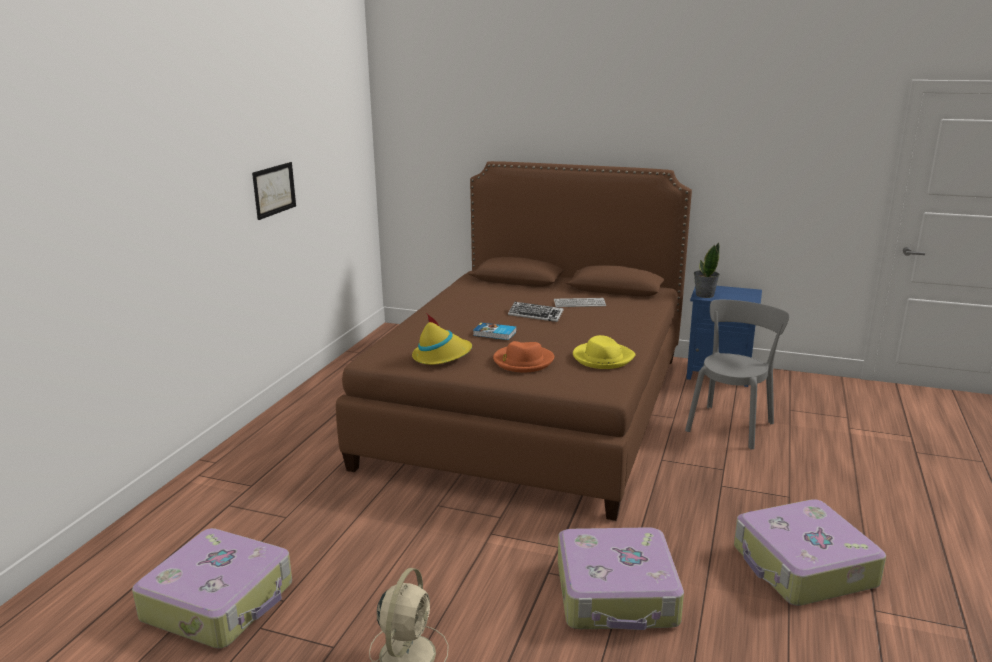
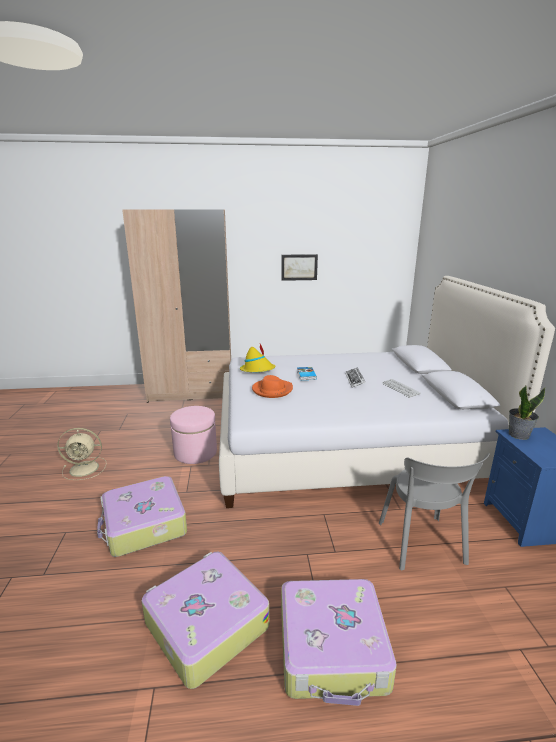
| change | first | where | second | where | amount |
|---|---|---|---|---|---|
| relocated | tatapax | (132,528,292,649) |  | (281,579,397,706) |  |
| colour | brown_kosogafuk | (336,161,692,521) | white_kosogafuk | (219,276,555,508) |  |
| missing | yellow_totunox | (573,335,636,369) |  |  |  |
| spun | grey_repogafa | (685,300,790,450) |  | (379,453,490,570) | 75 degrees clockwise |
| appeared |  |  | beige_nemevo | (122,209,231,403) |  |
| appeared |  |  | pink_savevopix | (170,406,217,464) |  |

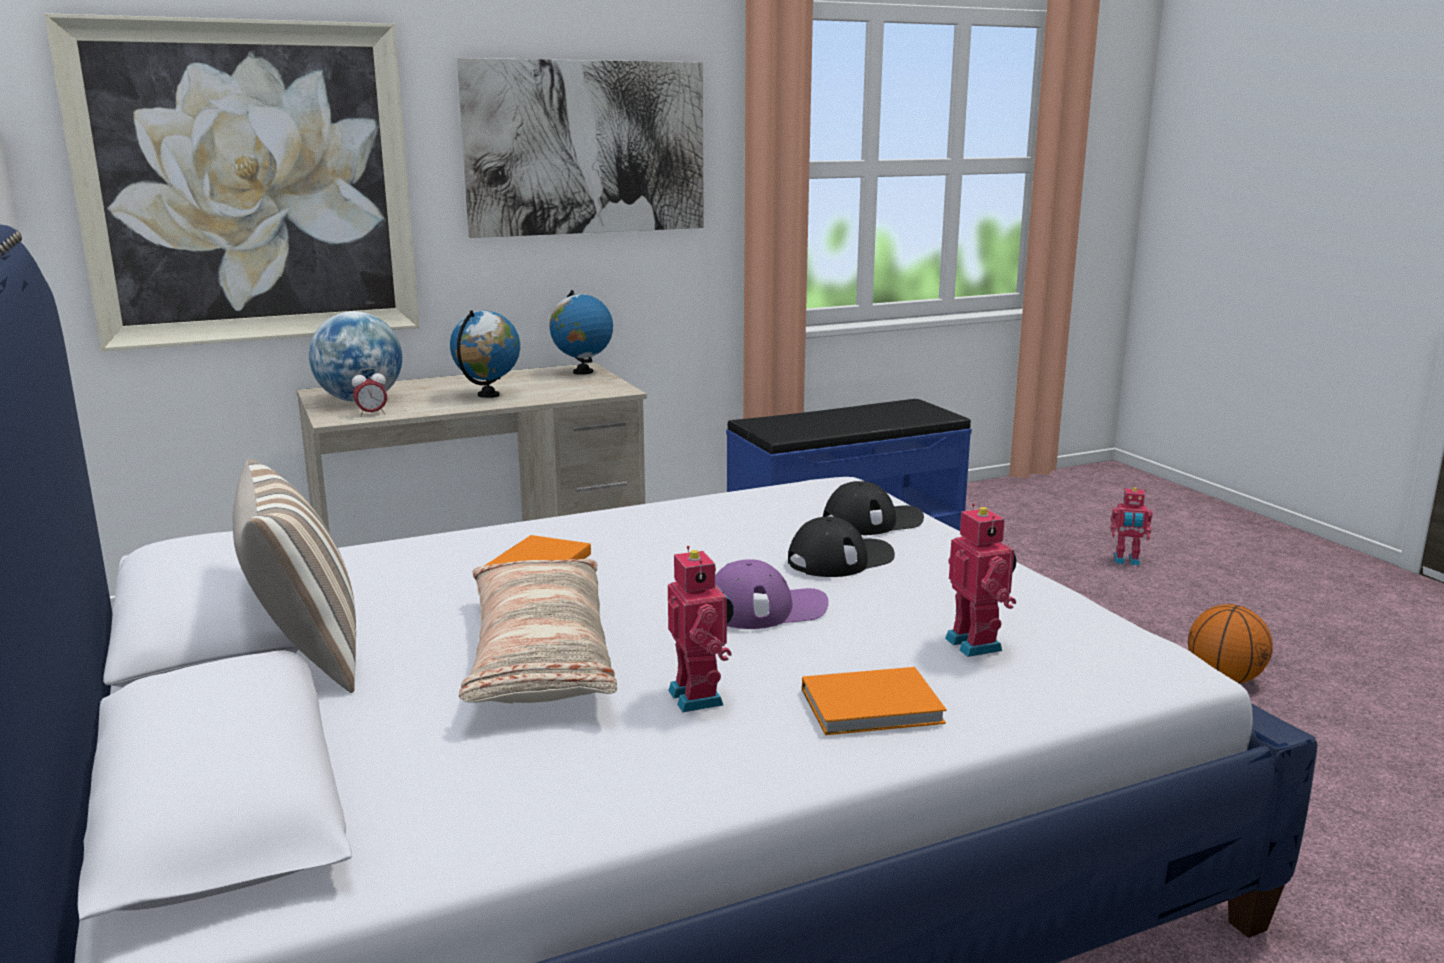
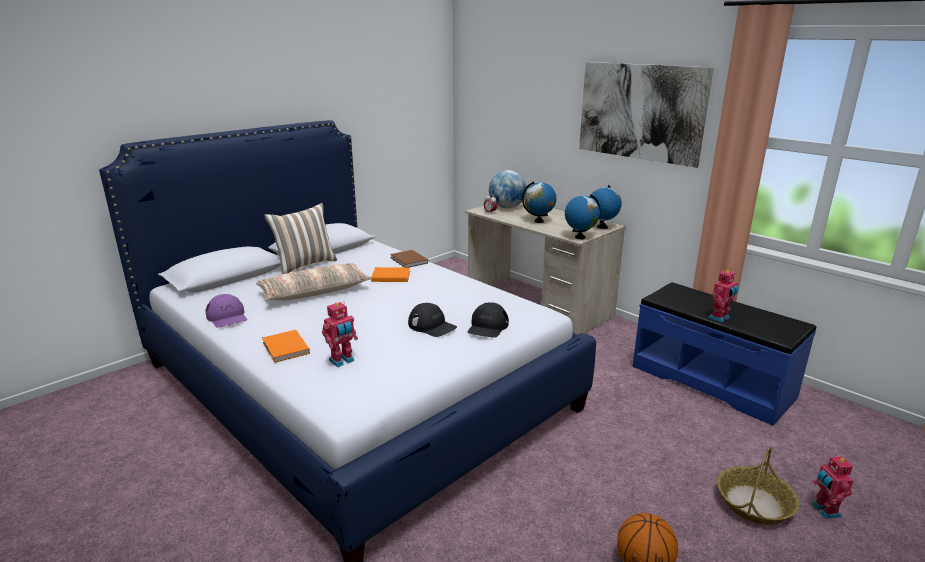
| change | first | where | second | where | amount |
|---|---|---|---|---|---|
| missing | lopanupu | (44,13,419,351) |  |  |  |
| relocated | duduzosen | (668,546,734,713) |  | (709,269,739,323) |  |
| relocated | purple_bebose | (715,559,829,629) |  | (205,294,247,328) |  |
| spun | black_bebose | (823,481,924,535) |  | (468,302,509,338) | 60 degrees clockwise |
| appeared |  |  | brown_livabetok | (390,250,428,268) |  |
| appeared |  |  | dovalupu | (565,194,600,239) |  |
| appeared |  |  | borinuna | (717,447,800,525) |  |

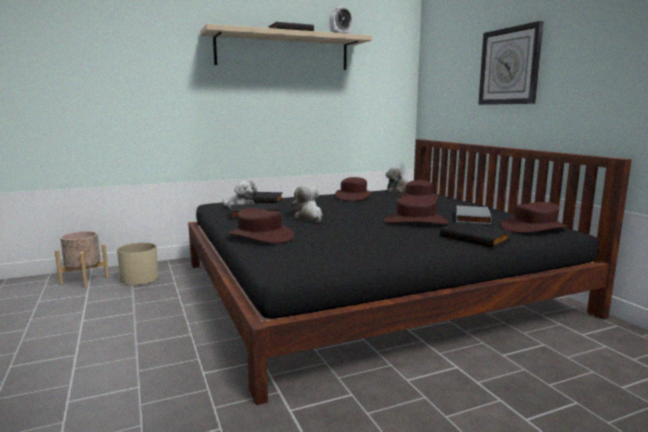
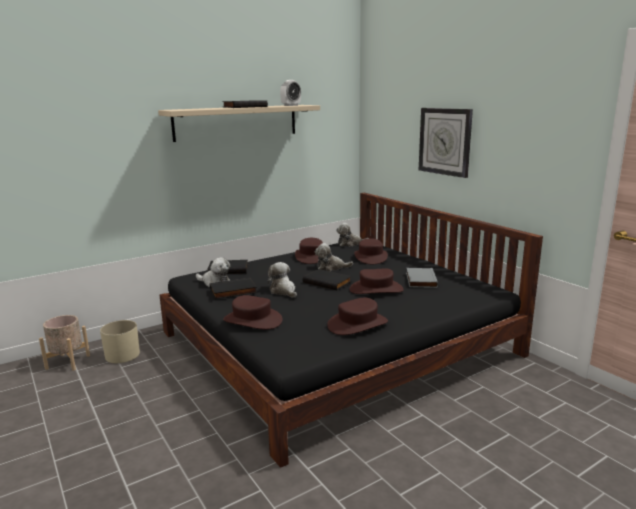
| change | first | where | second | where | amount |
|---|---|---|---|---|---|
| relocated | black_livabetok | (440,222,511,248) |  | (303,269,352,290) |  |
| relocated | brown_totunox | (501,202,569,233) |  | (327,298,388,335) |  |
| appeared |  |  | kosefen | (315,243,353,271) |  |

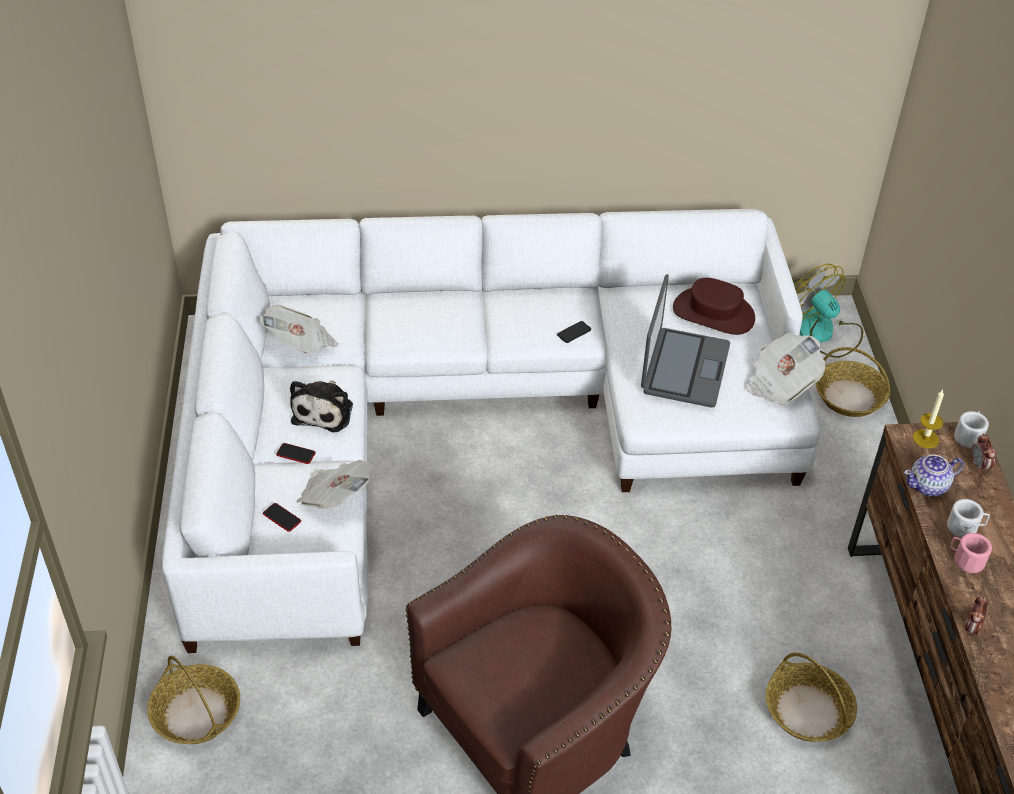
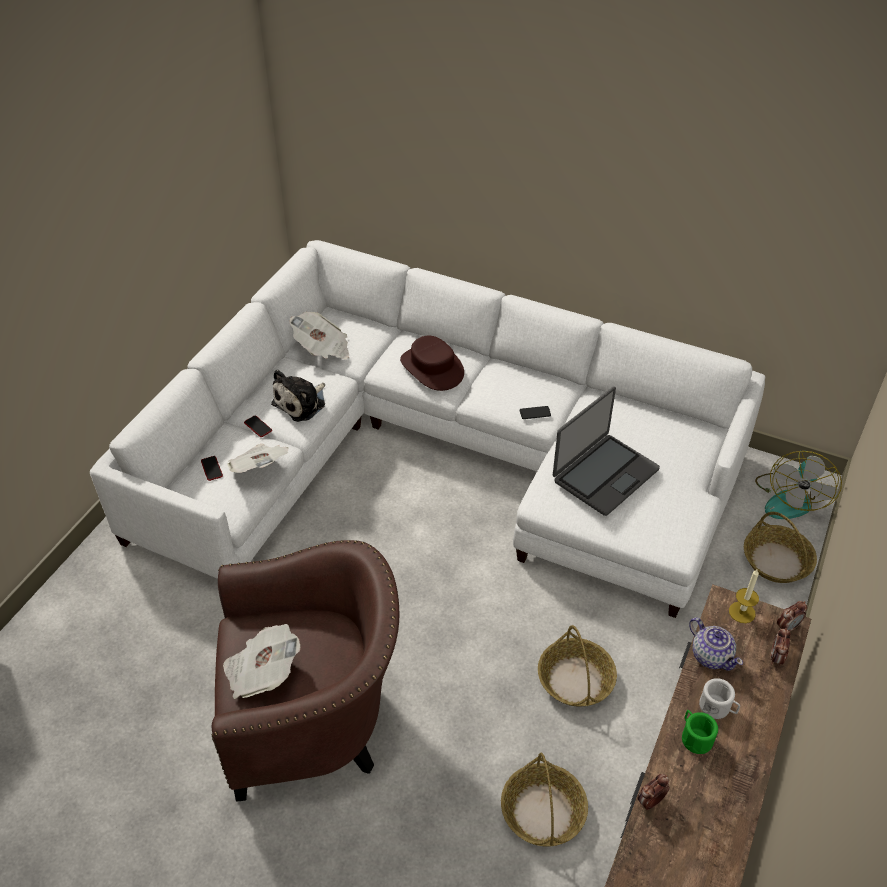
| change | first | where | second | where | amount |
|---|---|---|---|---|---|
| relocated | borinuna | (147,655,240,744) |  | (538,625,617,707) |  |
| relocated | brown_totunox | (673,278,755,335) |  | (400,335,464,391) |  |
| relocated | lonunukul | (745,333,826,406) |  | (223,624,300,699) |  |
| spun | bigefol | (794,264,863,358) |  | (755,451,842,519) | 150 degrees counterclockwise |
| spun | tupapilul | (904,455,964,497) |  | (689,618,743,671) | 135 degrees counterclockwise |
| colour | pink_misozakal | (950,533,992,573) | green_misozakal | (682,710,718,754) |  |
| exchanged | white_misozakal | (954,411,989,448) | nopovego | (777,601,807,631) |  |

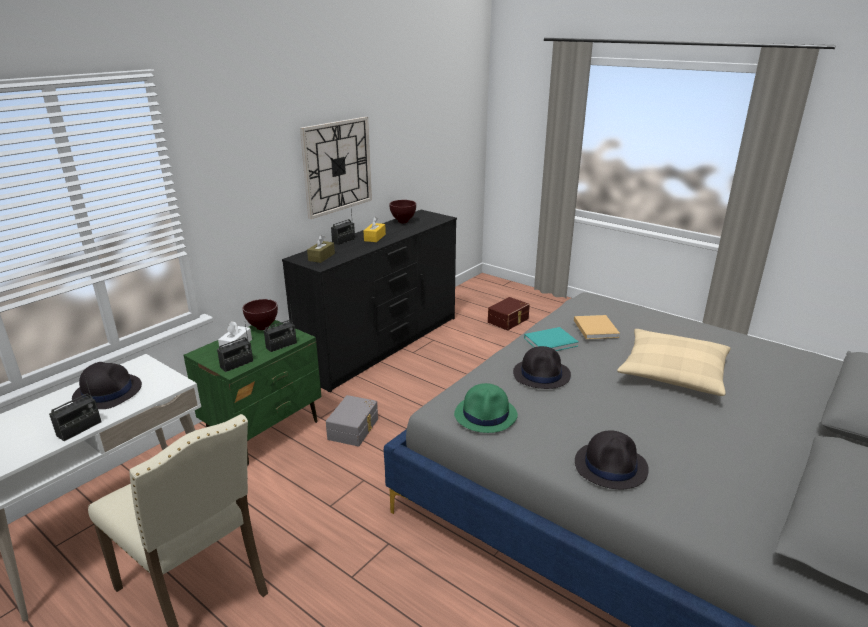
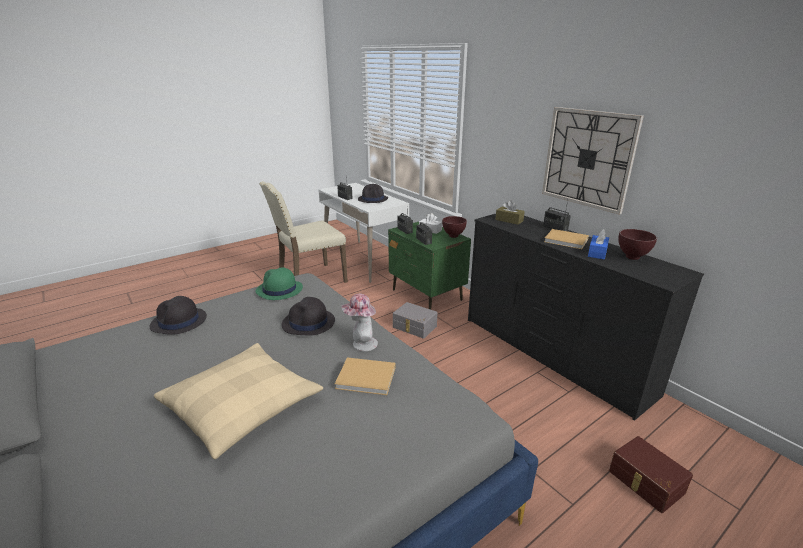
| change | first | where | second | where | amount |
|---|---|---|---|---|---|
| exchanged | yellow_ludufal | (364,217,386,242) | beige_livabetok | (544,229,589,249) |  |
| exchanged | turquoise_livabetok | (524,327,578,351) | totunox | (341,294,378,351) |  |
| appeared |  |  | blue_ludufal | (588,229,609,259) |  |

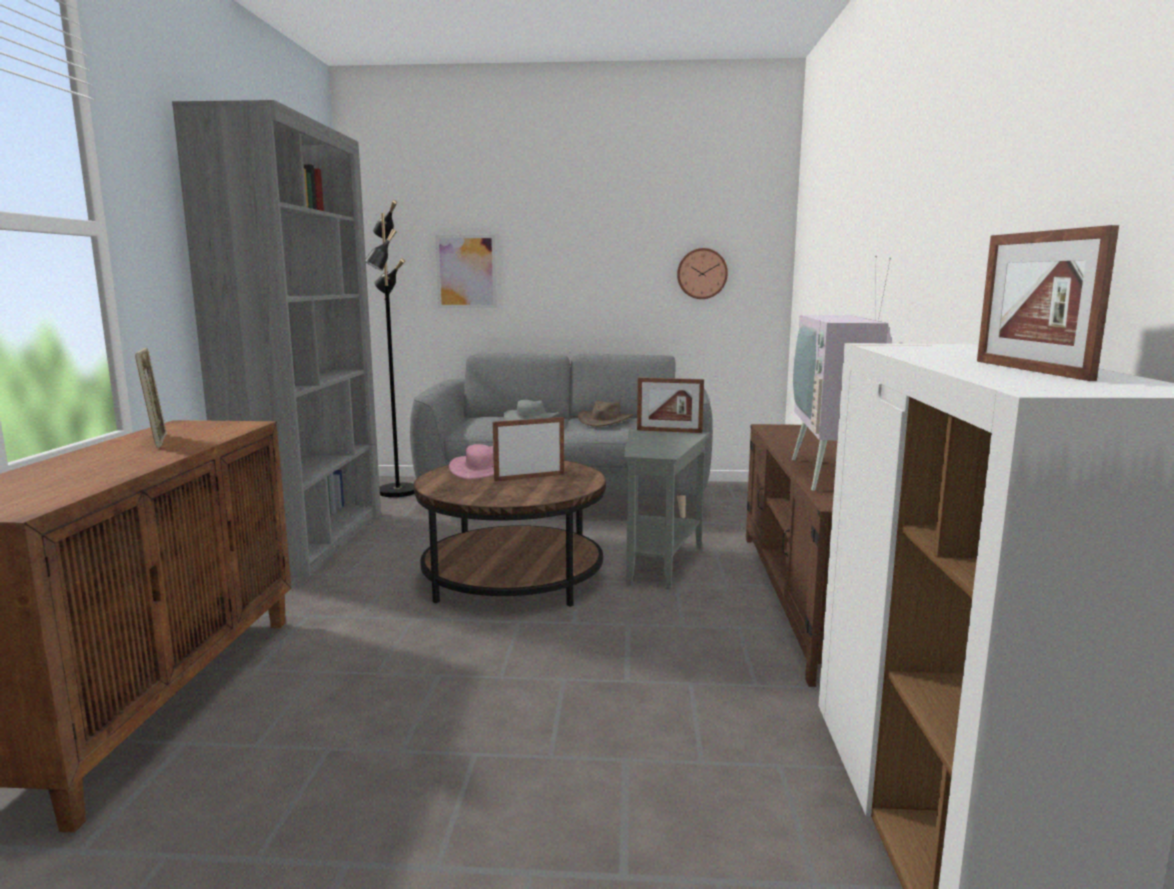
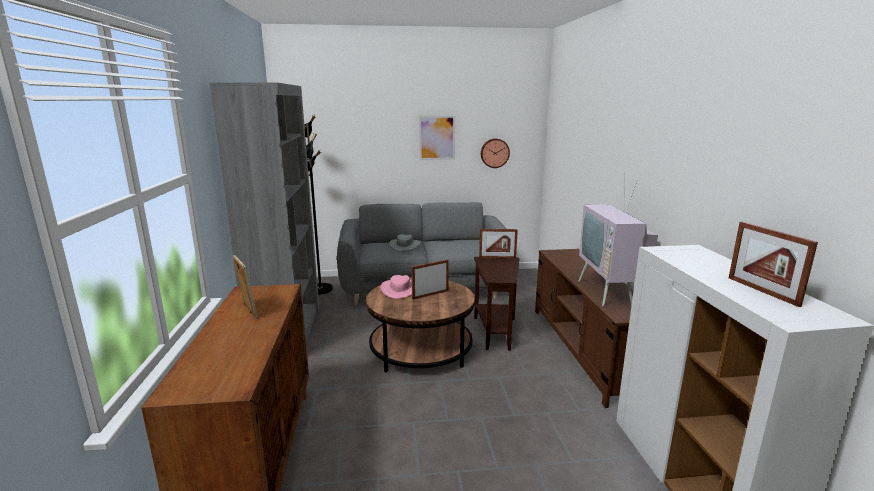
| change | first | where | second | where | amount |
|---|---|---|---|---|---|
| relocated | lopanupu | (435,235,497,308) |  | (419,116,455,160) |  |
| missing | brown_totunox | (578,401,634,427) |  |  |  |
| colour | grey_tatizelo | (624,429,709,589) | brown_tatizelo | (474,257,520,351) |  |

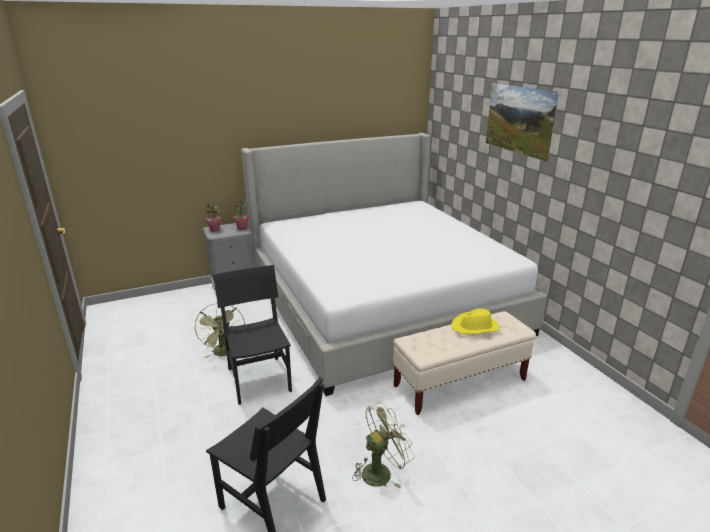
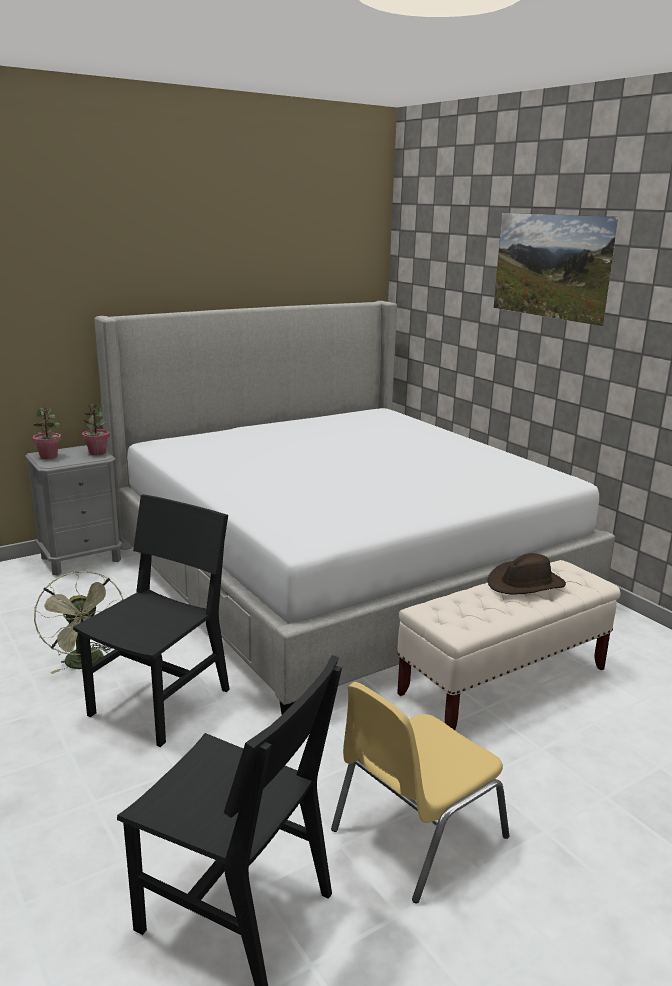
| change | first | where | second | where | amount |
|---|---|---|---|---|---|
| spun | black_repogafa | (213,265,292,405) |  | (73,494,230,747) | 60 degrees clockwise |
| exchanged | green_bigefol | (352,402,415,489) | yellow_repogafa | (331,682,509,903) |  |
| colour | yellow_totunox | (451,308,500,334) | brown_totunox | (487,553,566,594) |  |

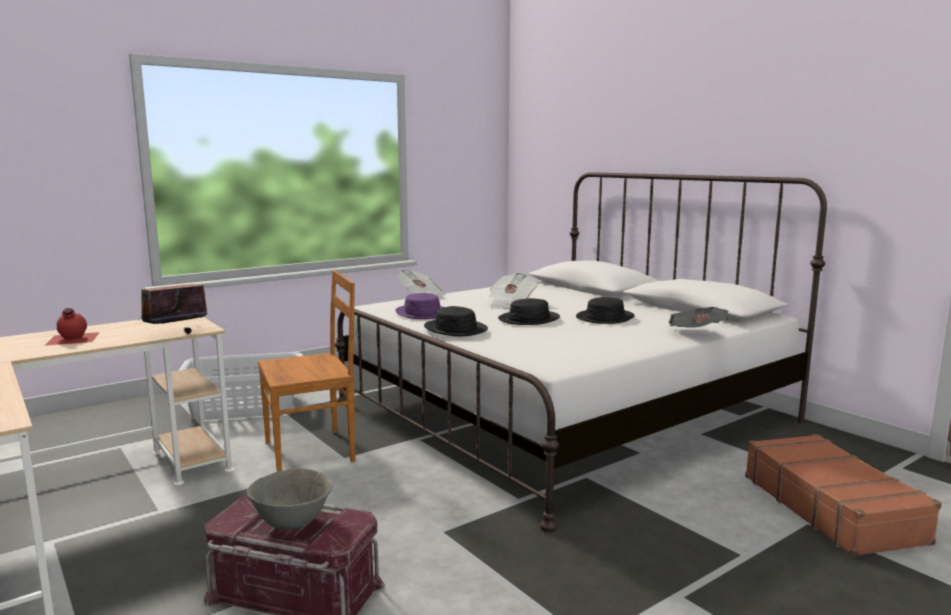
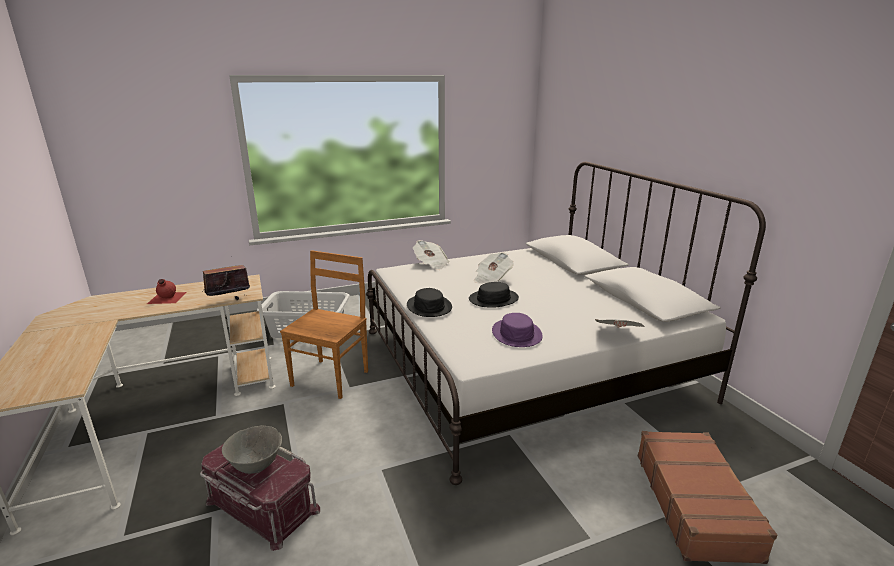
| change | first | where | second | where | amount |
|---|---|---|---|---|---|
| spun | brown_repogafa | (258,270,355,472) |  | (280,250,368,399) | 60 degrees counterclockwise |
| relocated | purple_totunox | (395,293,443,319) |  | (492,313,543,347) |  |
| missing | black_totunox | (576,297,634,324) |  |  |  |

